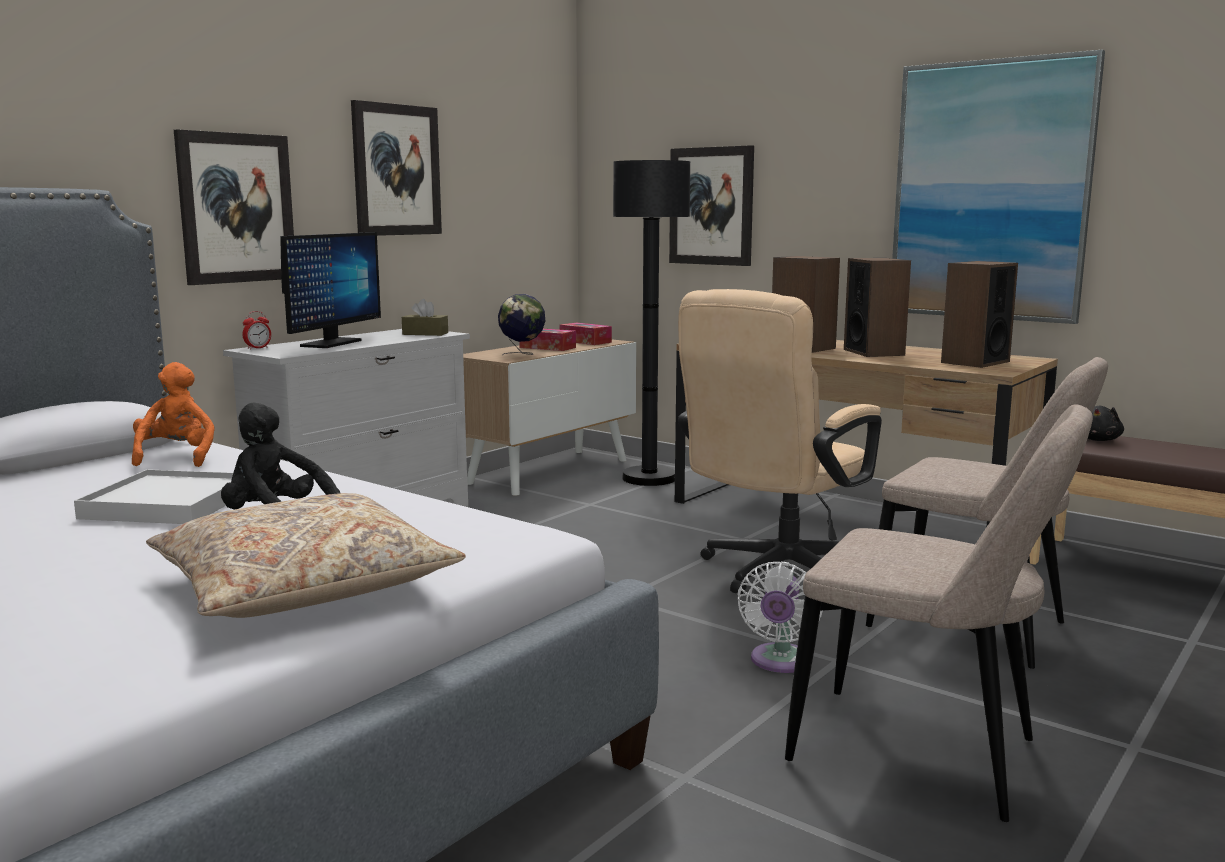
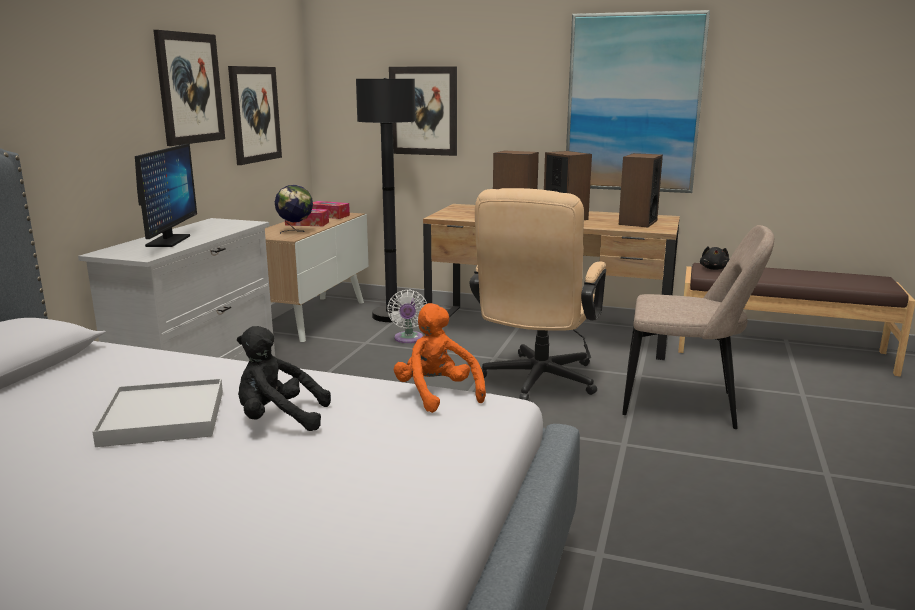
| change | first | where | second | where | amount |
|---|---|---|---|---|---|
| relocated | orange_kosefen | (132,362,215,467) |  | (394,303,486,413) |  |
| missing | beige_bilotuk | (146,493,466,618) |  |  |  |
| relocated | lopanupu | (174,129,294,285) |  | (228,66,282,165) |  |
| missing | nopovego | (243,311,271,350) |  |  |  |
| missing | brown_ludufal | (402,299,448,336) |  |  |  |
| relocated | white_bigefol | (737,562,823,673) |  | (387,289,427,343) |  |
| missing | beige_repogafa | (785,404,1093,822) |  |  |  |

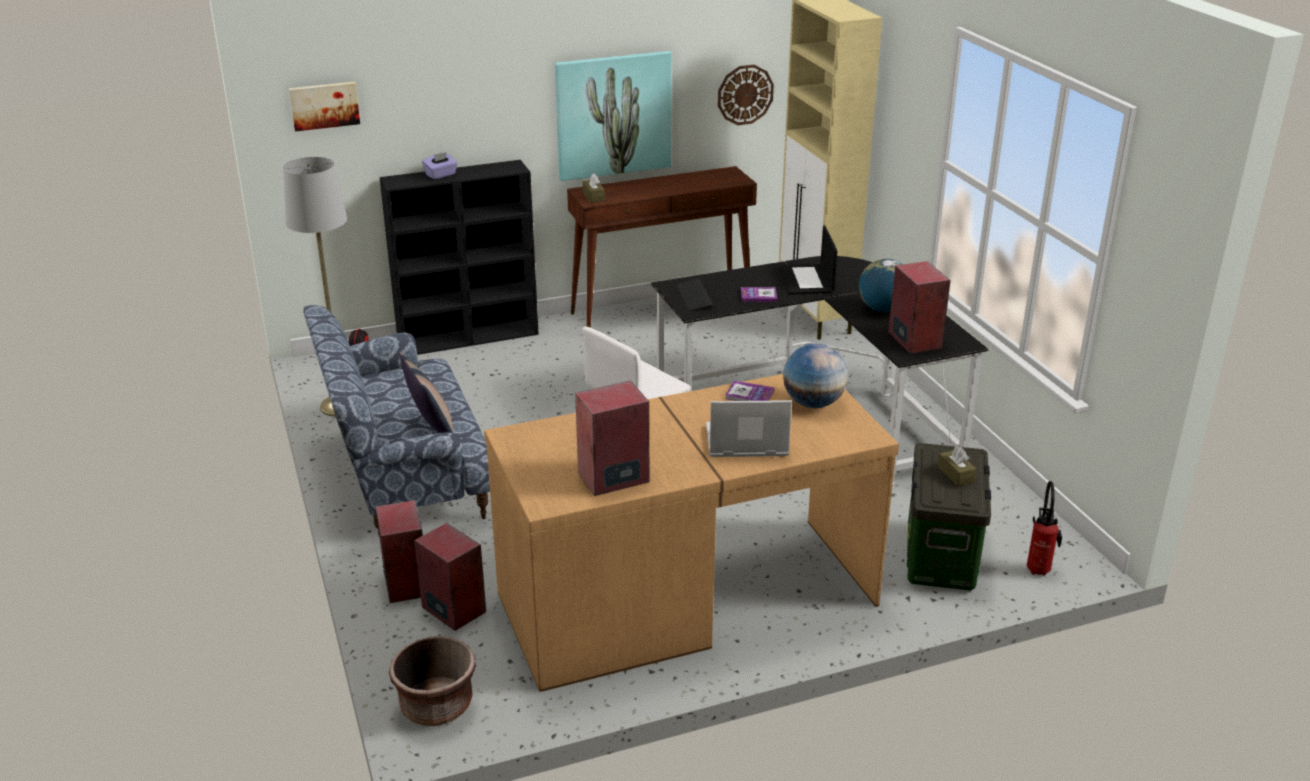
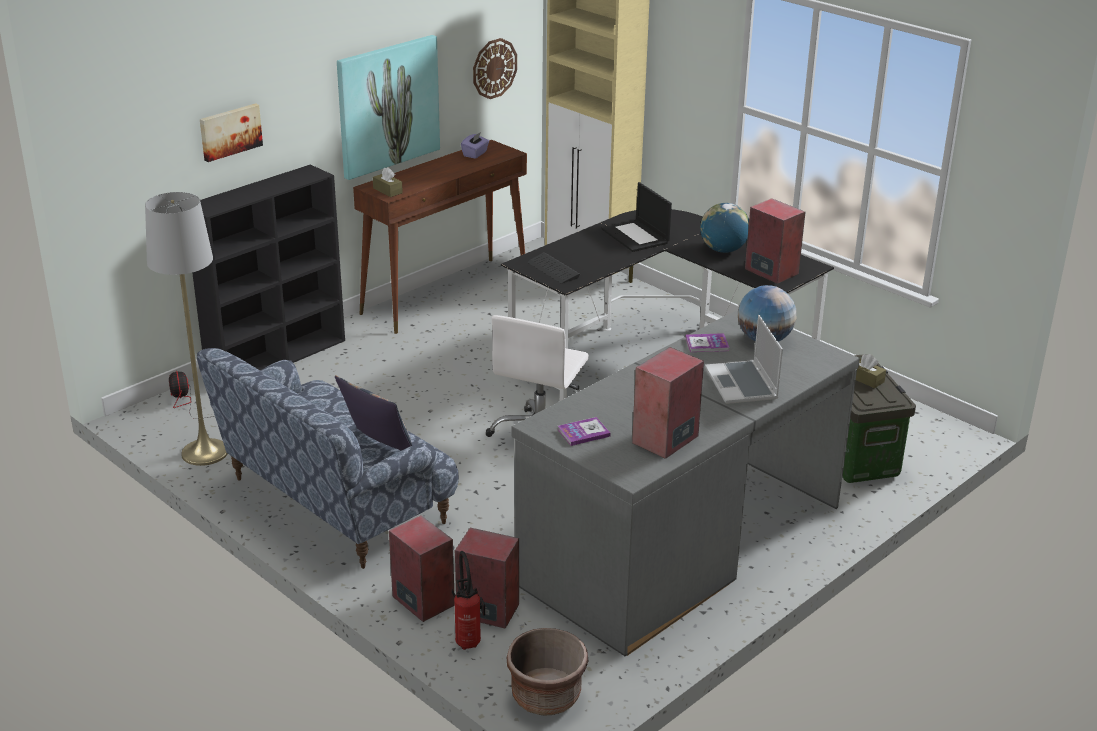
| change | first | where | second | where | amount |
|---|---|---|---|---|---|
| relocated | lopanupu | (289,82,360,131) |  | (200,103,263,162) |  |
| relocated | purple_ludufal | (422,152,458,179) |  | (461,132,489,159) |  |
| colour | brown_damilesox | (484,374,899,692) | grey_damilesox | (512,310,860,656) |  |
| spun | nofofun | (706,400,792,457) |  | (705,315,783,404) | 75 degrees counterclockwise |
| relocated | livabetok | (741,287,777,302) |  | (558,417,611,446) |  |
| relocated | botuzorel | (1027,481,1062,575) |  | (452,551,485,650) |  |

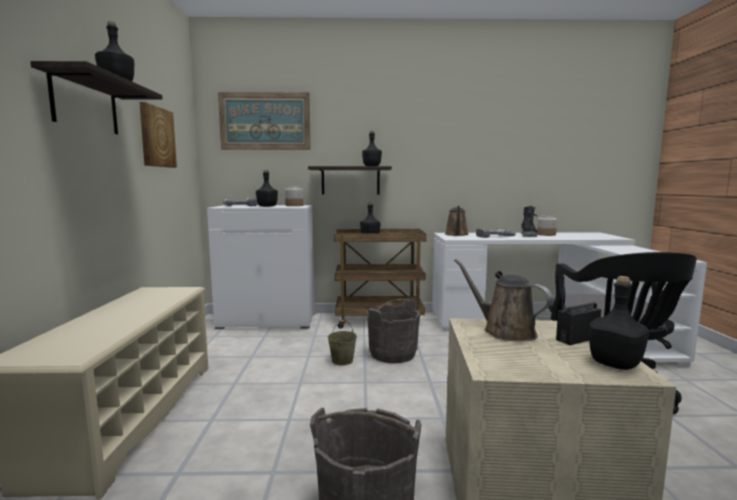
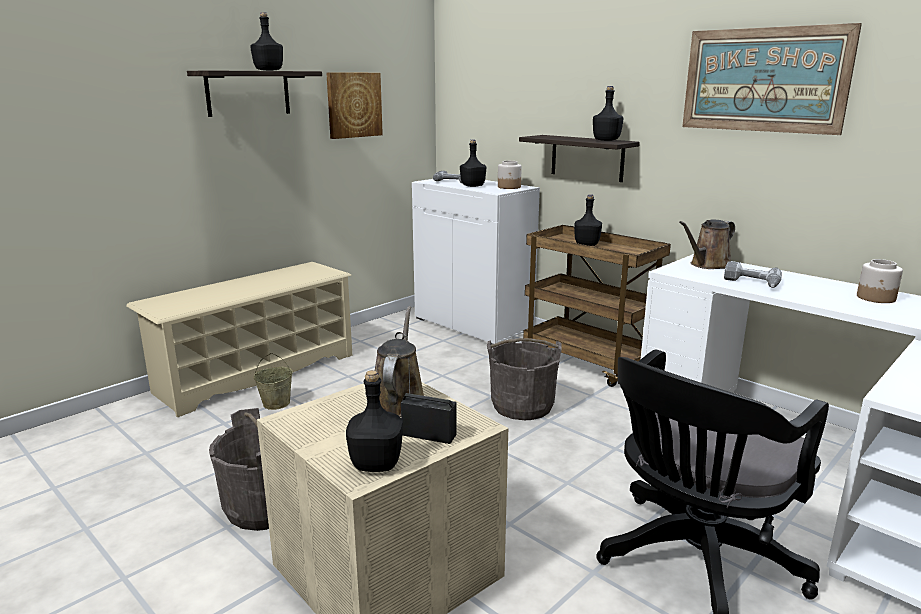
| change | first | where | second | where | amount |
|---|---|---|---|---|---|
| relocated | lopanupu | (218,92,311,150) |  | (682,23,862,135) |  |
| relocated | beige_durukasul | (328,319,357,365) |  | (254,353,293,410) |  |
| missing | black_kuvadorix | (521,206,538,237) |  |  |  |

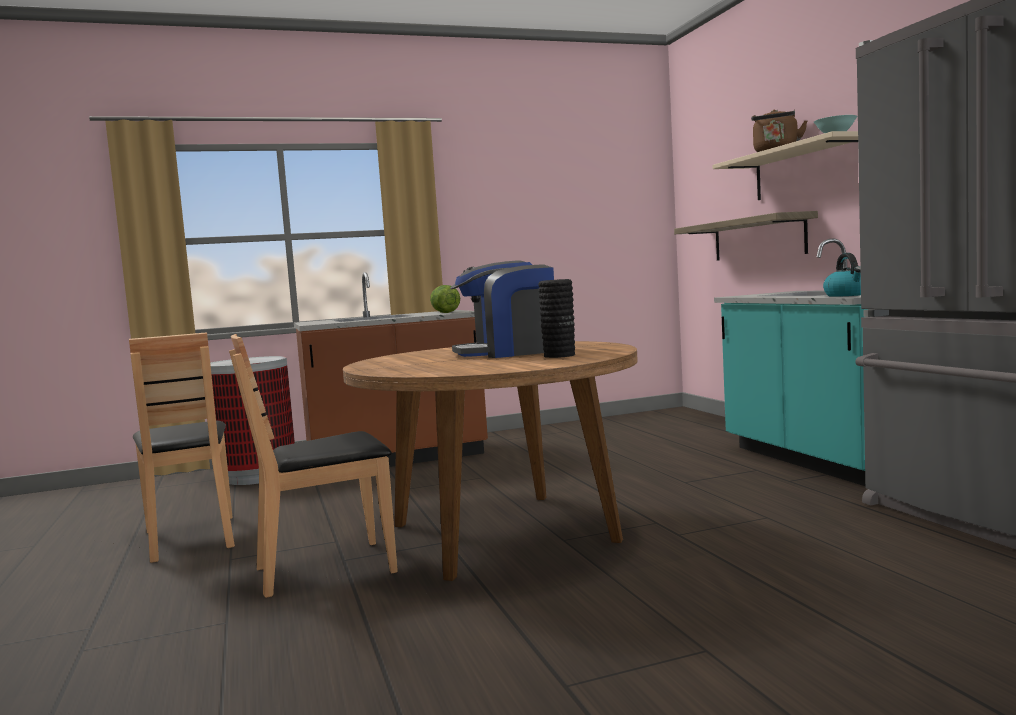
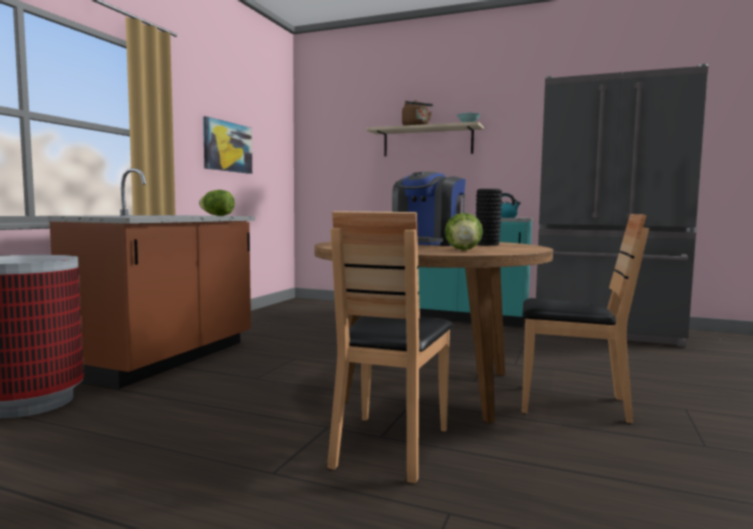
| change | first | where | second | where | amount |
|---|---|---|---|---|---|
| relocated | brown_repogafa | (129,332,235,563) |  | (522,214,649,423) |  |
| missing | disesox | (674,211,818,261) |  |  |  |
| appeared |  |  | lopanupu | (203,116,252,174) |  |
| appeared |  |  | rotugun | (445,213,483,250) |  |

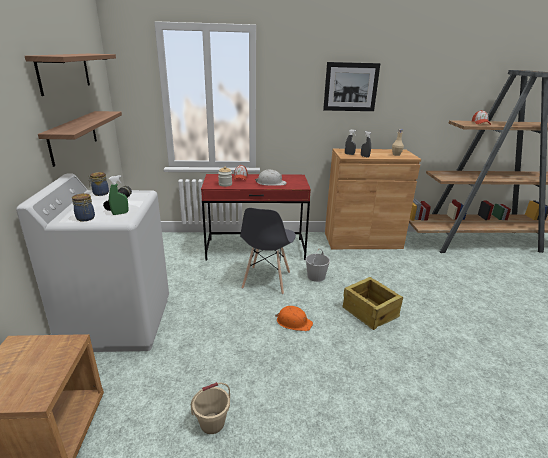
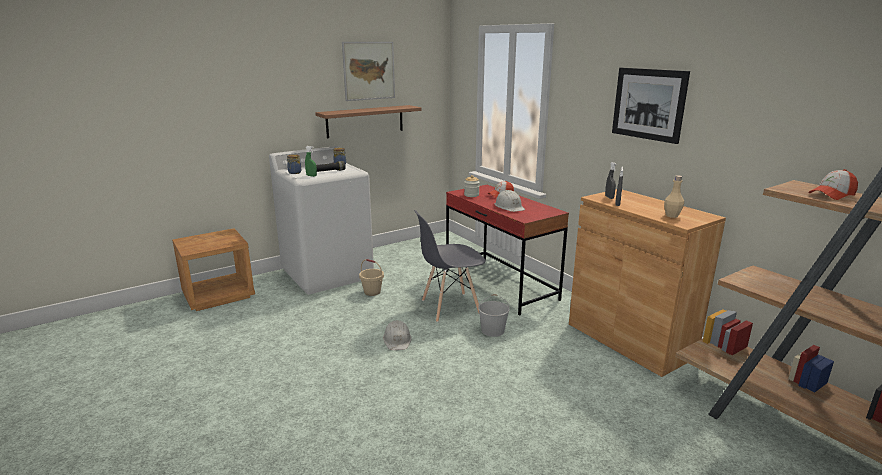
| change | first | where | second | where | amount |
|---|---|---|---|---|---|
| exchanged | disesox | (25,54,116,96) | lopanupu | (342,42,395,101) |  |
| relocated | beige_durukasul | (191,382,230,434) |  | (359,259,384,296) |  |
| colour | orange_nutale | (275,306,313,331) | white_nutale | (383,320,412,350) |  |
| missing | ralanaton | (342,277,403,330) |  |  |  |

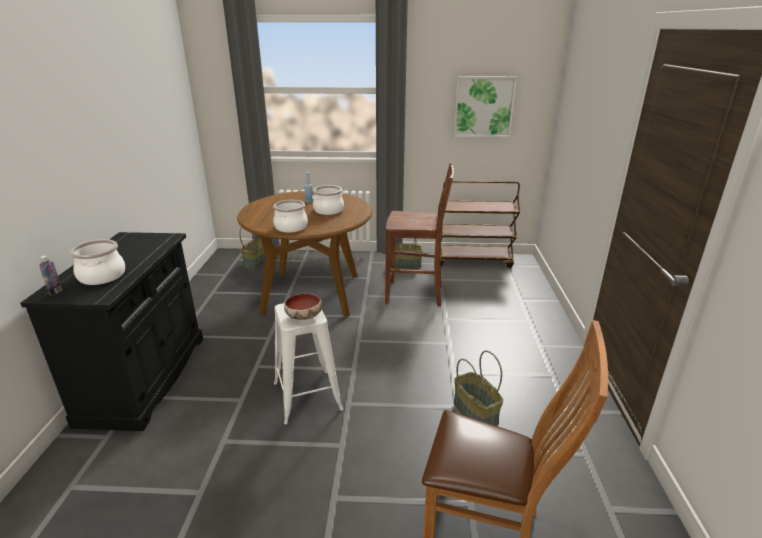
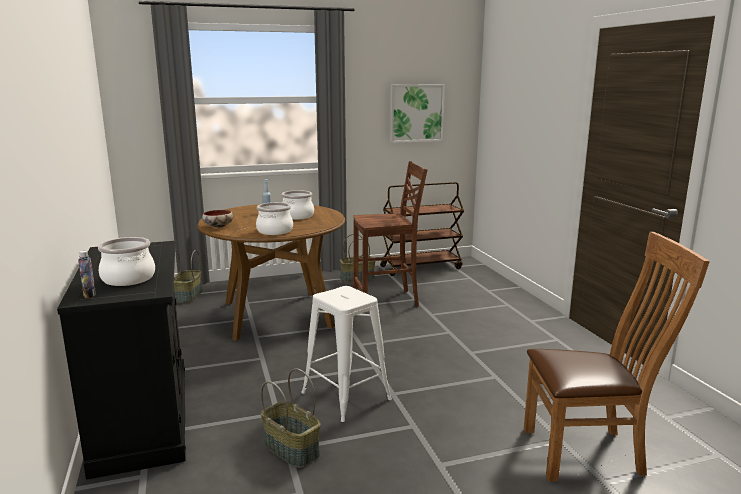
| change | first | where | second | where | amount |
|---|---|---|---|---|---|
| relocated | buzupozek | (284,293,322,320) |  | (202,210,233,228) |  |
| relocated | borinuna | (454,351,503,426) |  | (261,369,321,468) |  |

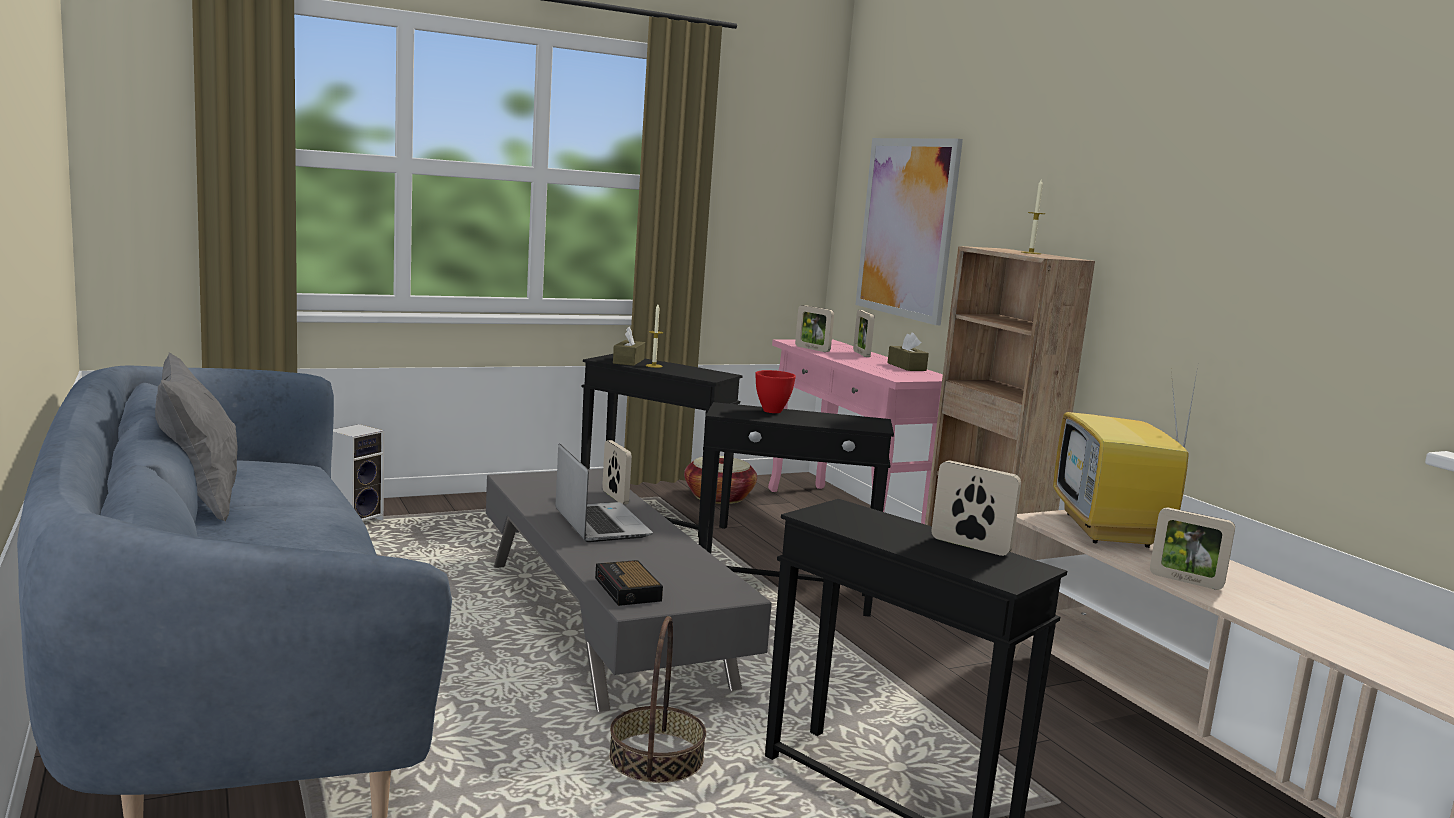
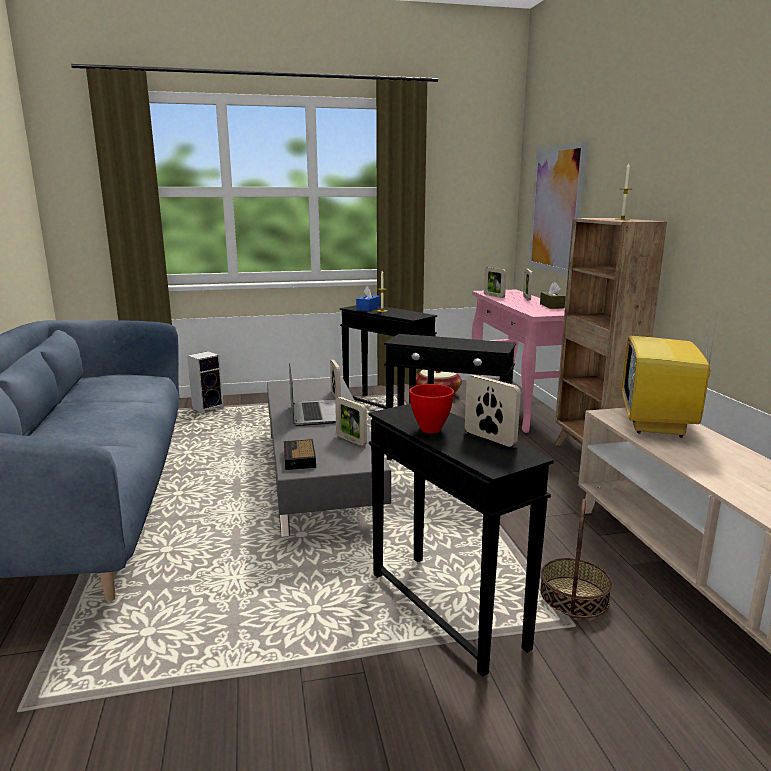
| change | first | where | second | where | amount |
|---|---|---|---|---|---|
| missing | grey_bilotuk | (155,353,238,522) |  |  |  |
| relocated | borinuna | (609,616,706,783) |  | (540,499,612,618) |  |
| colour | brown_ludufal | (613,327,645,366) | blue_ludufal | (356,286,380,311) |  |
| relocated | red_buzupozek | (755,370,796,413) |  | (409,384,454,433) |  |
| relocated | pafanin | (1150,507,1235,590) |  | (335,397,367,446) |  |

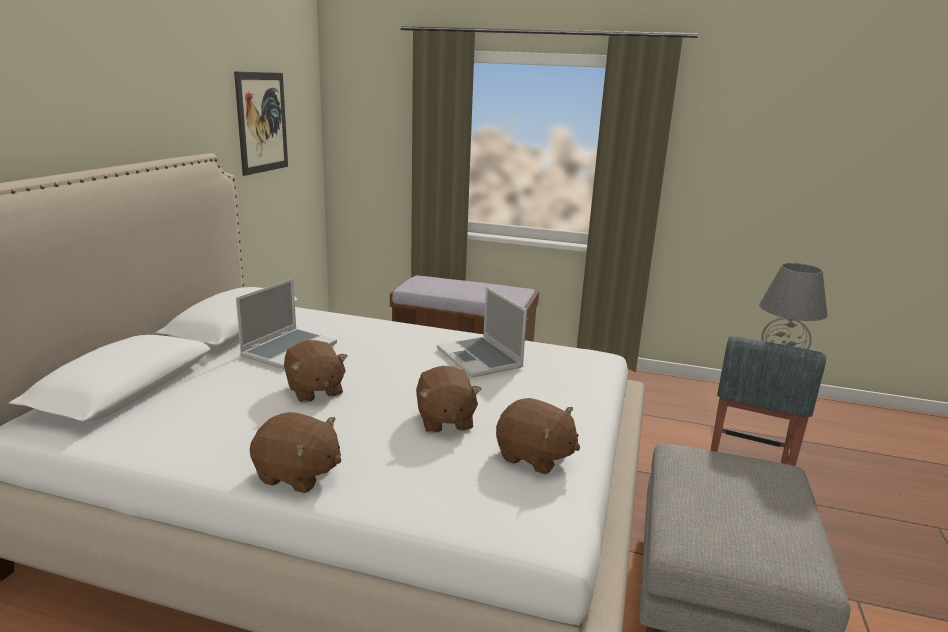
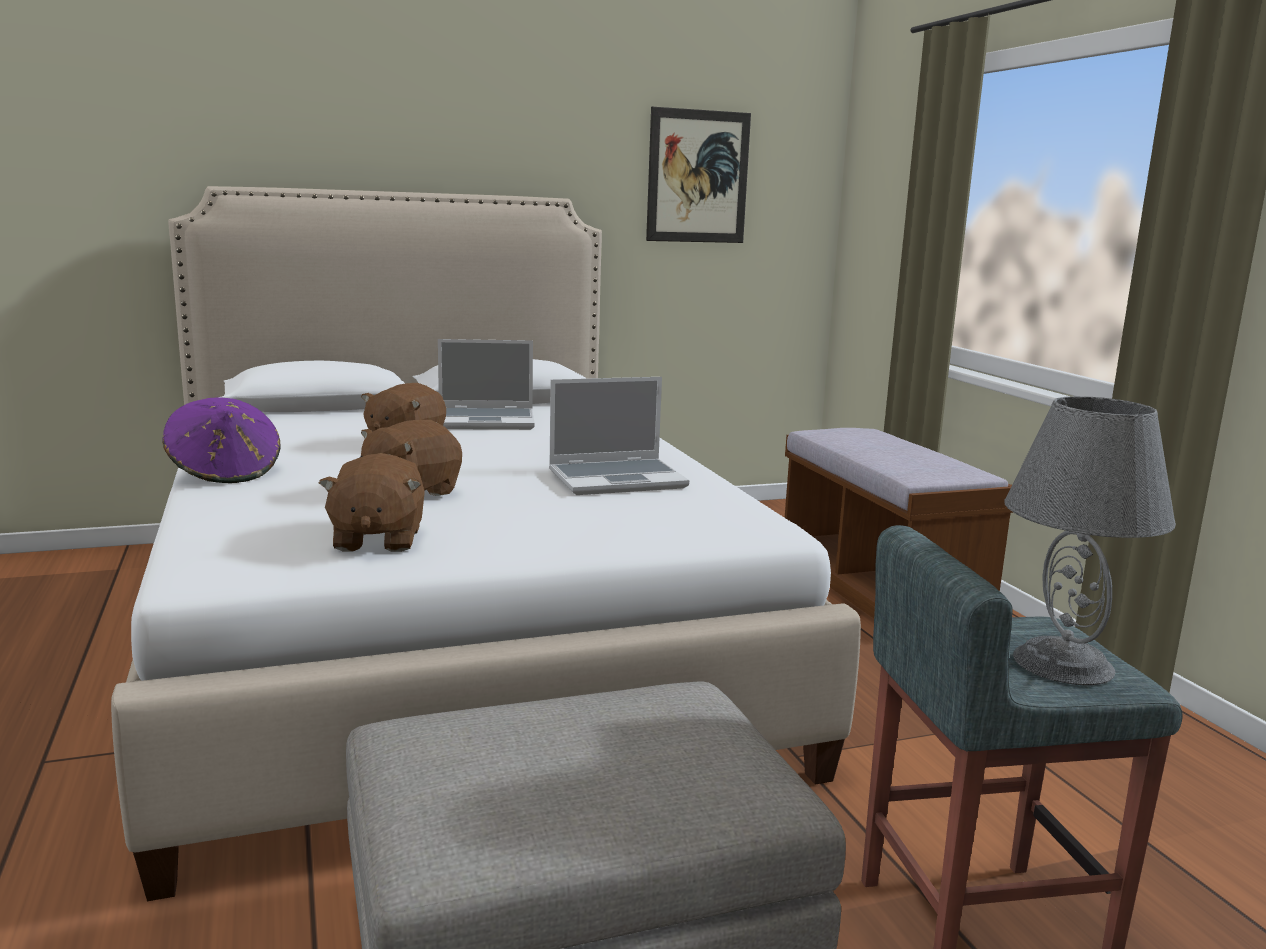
| change | first | where | second | where | amount |
|---|---|---|---|---|---|
| exchanged | brown_kosefen | (250,412,341,493) | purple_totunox | (162,397,281,483) |  |
| spun | nofofun | (437,287,527,378) |  | (549,377,689,495) | 135 degrees counterclockwise |

